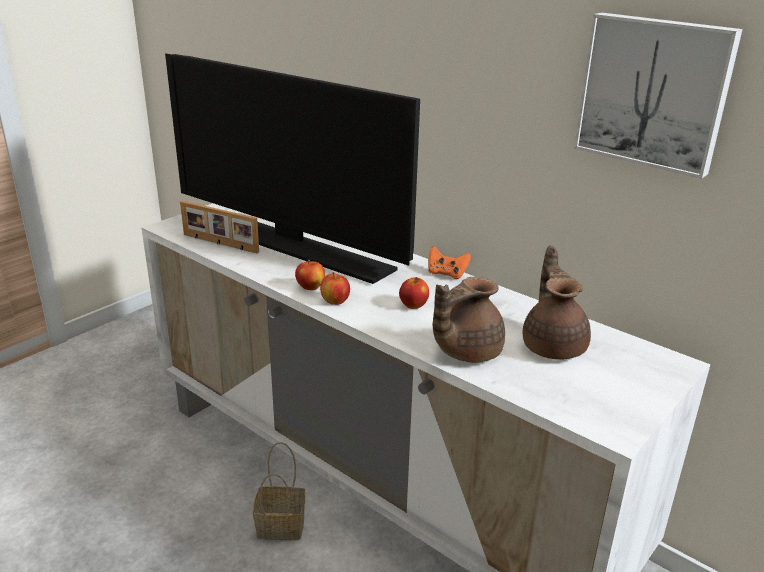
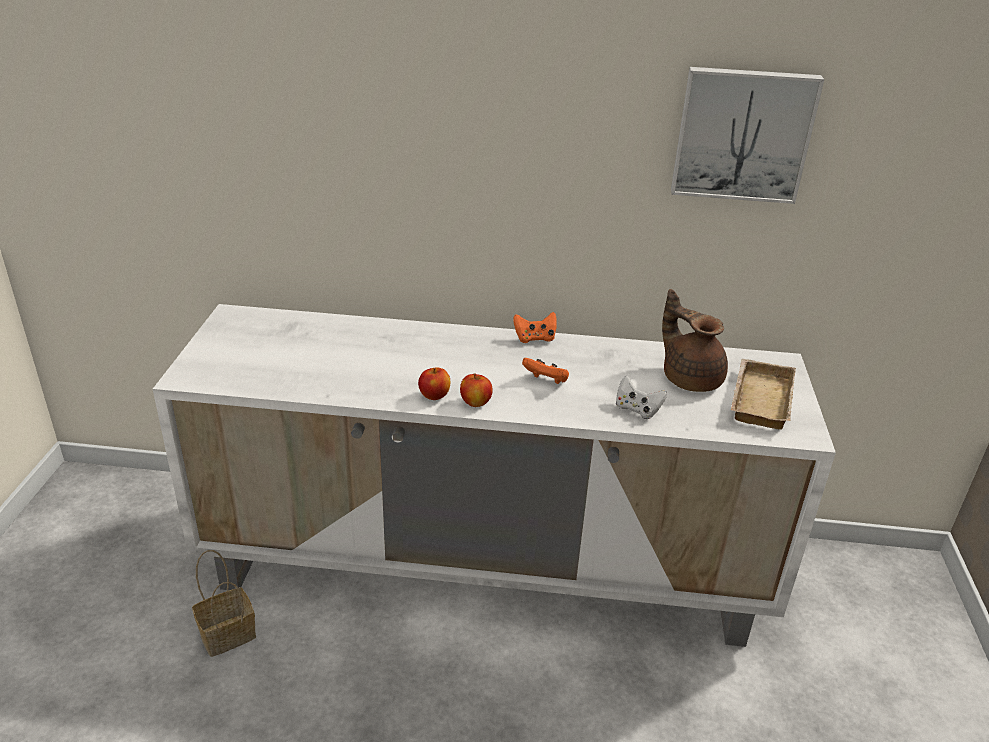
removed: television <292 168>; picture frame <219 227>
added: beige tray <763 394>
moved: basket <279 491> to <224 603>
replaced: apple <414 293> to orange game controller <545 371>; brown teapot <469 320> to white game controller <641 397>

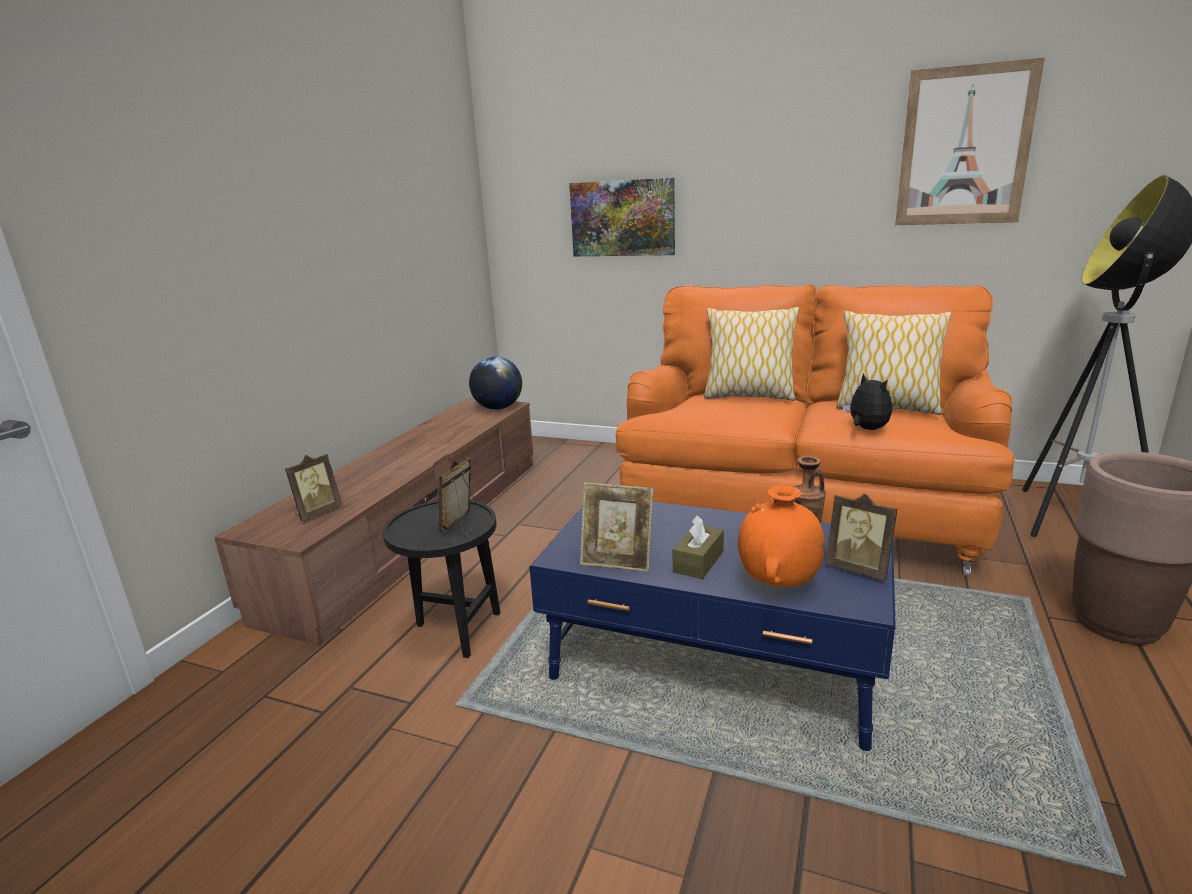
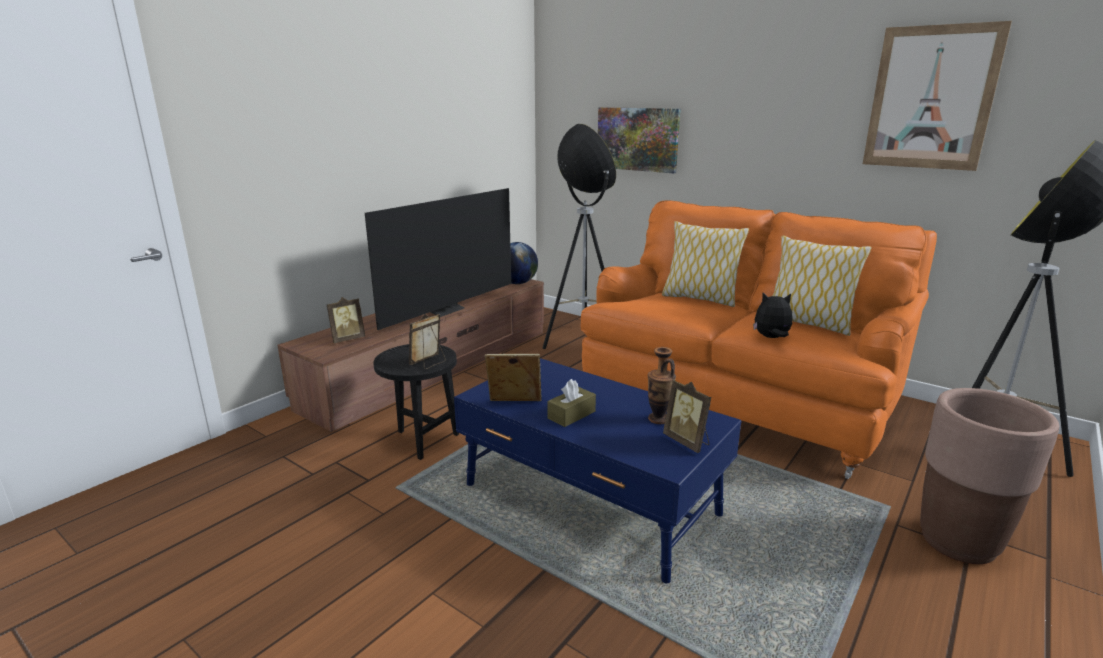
removed: orange vase <781 536>
added: television <438 259>; floor lamp <579 236>
turned: picture frame <617 527> = <513 377> 150 degrees clockwise; plush toy <867 401> = <772 315> 75 degrees counterclockwise

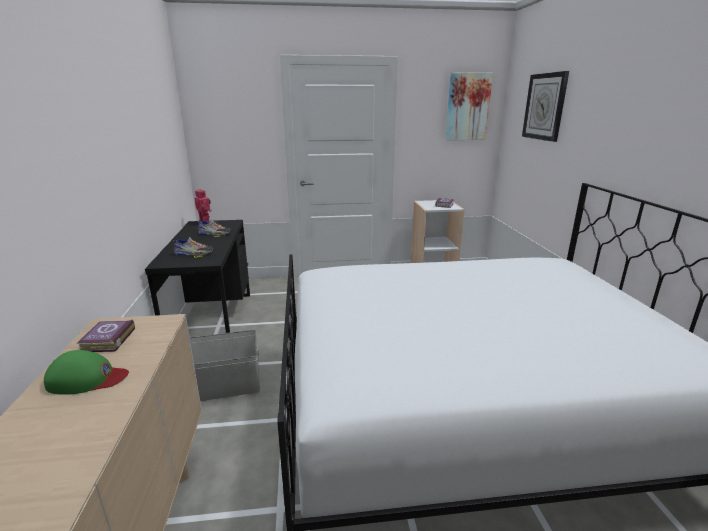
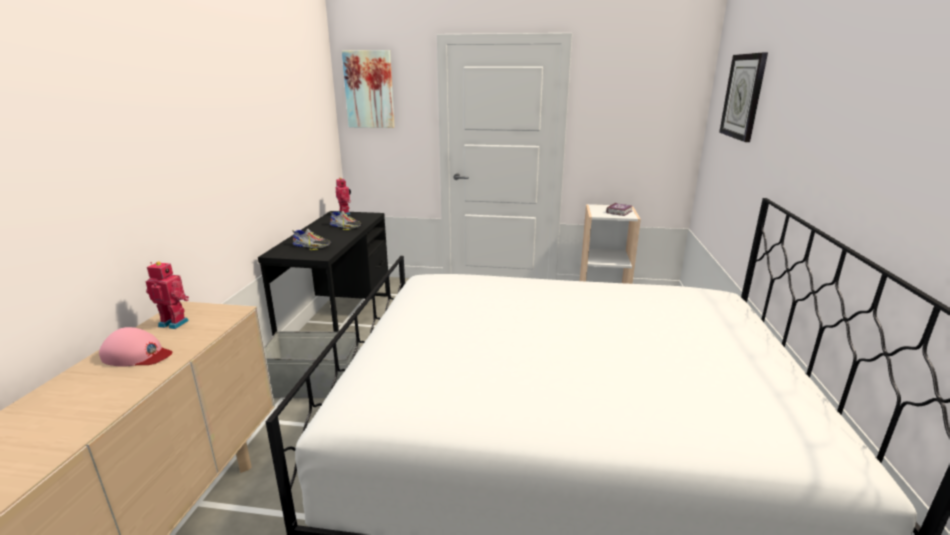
moved: picture <469 106> to <368 89>
replaced: book <105 336> to toy robot <167 295>
recoloured: green cap <86 372> to pink cap <136 347>

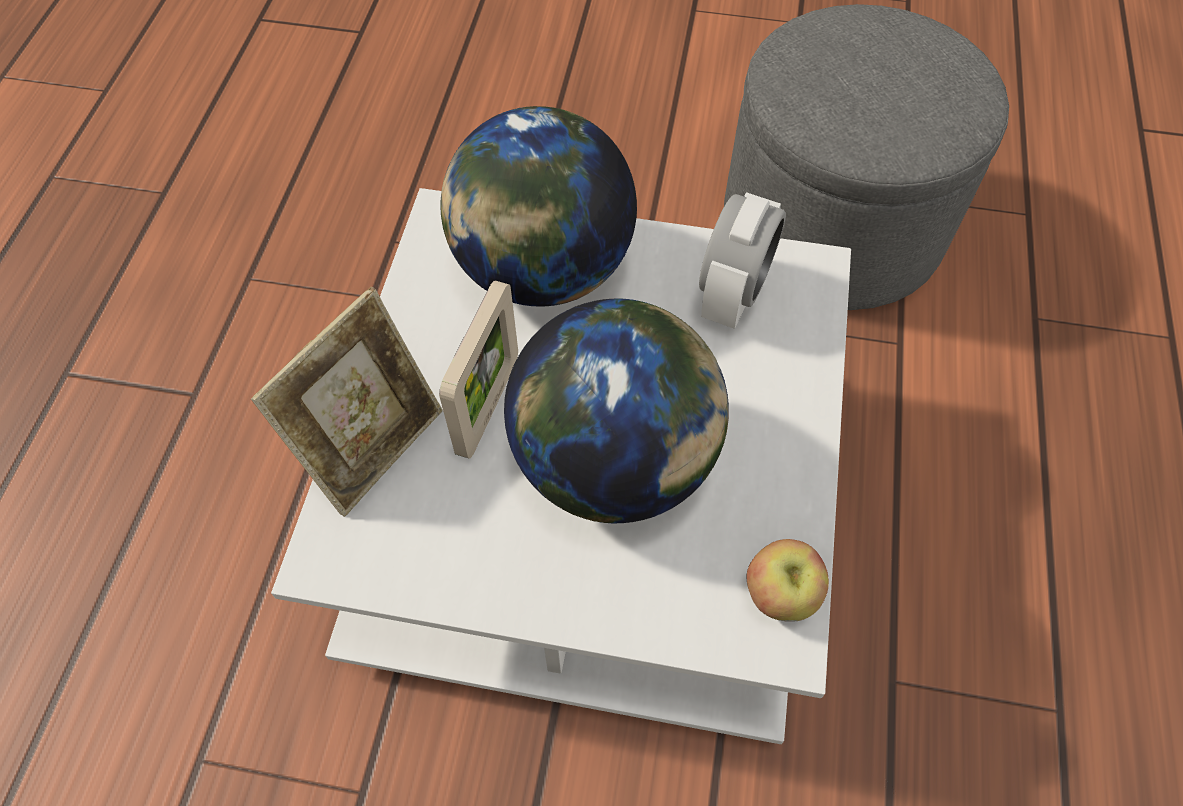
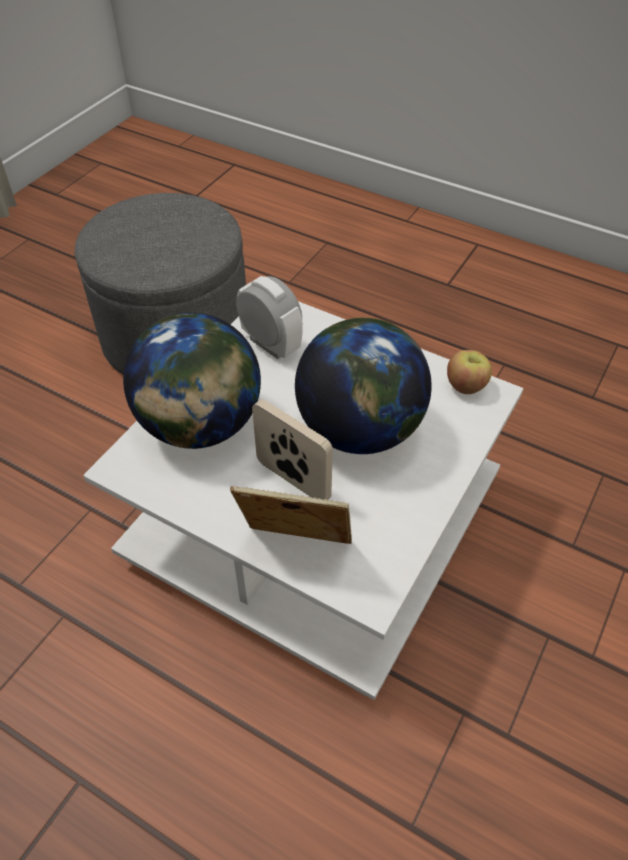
turned: picture frame <347 402> = <291 515> 45 degrees counterclockwise

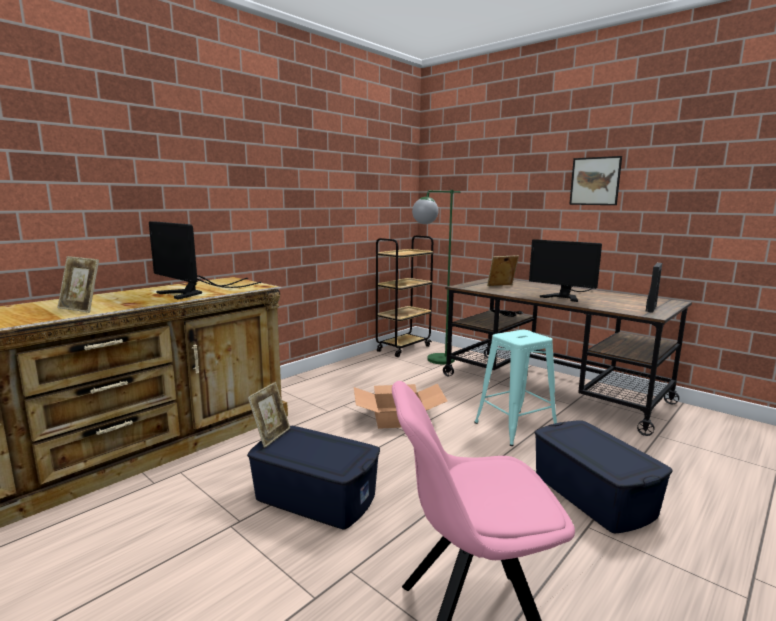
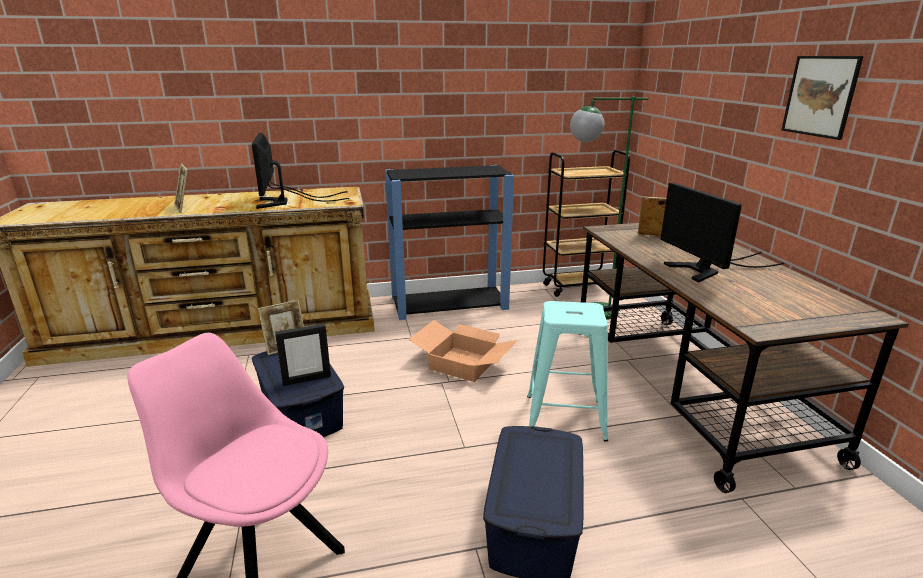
added: black bookcase <449 242>
moved: picture frame <653 288> to <303 355>

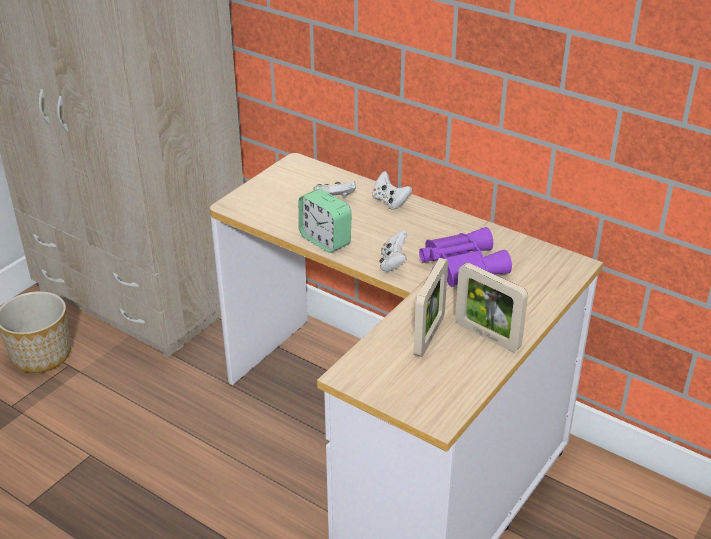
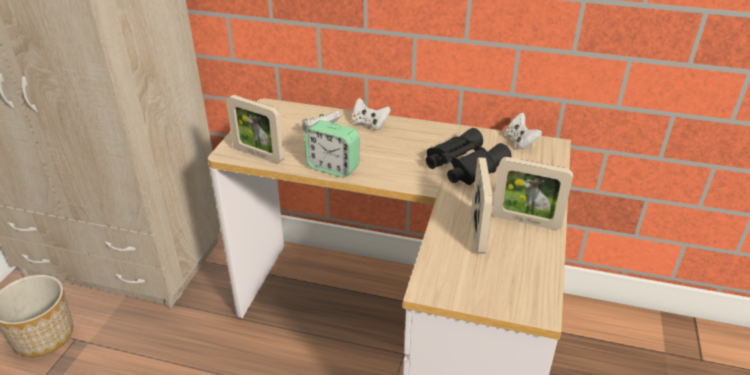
added: picture frame <255 129>
moved: white game controller <393 251> to <523 131>
recoloured: purple binoculars <465 257> to black binoculars <469 156>

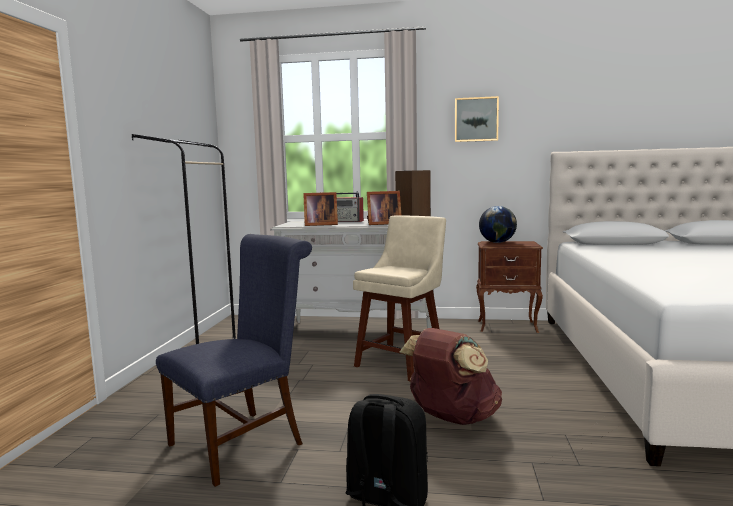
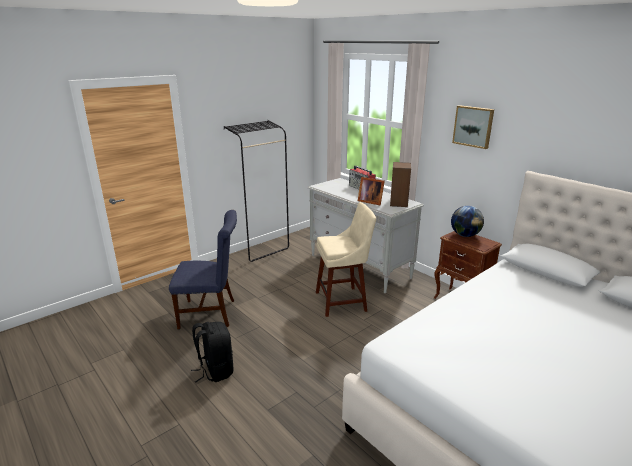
removed: picture frame <320 209>; brown backpack <450 376>

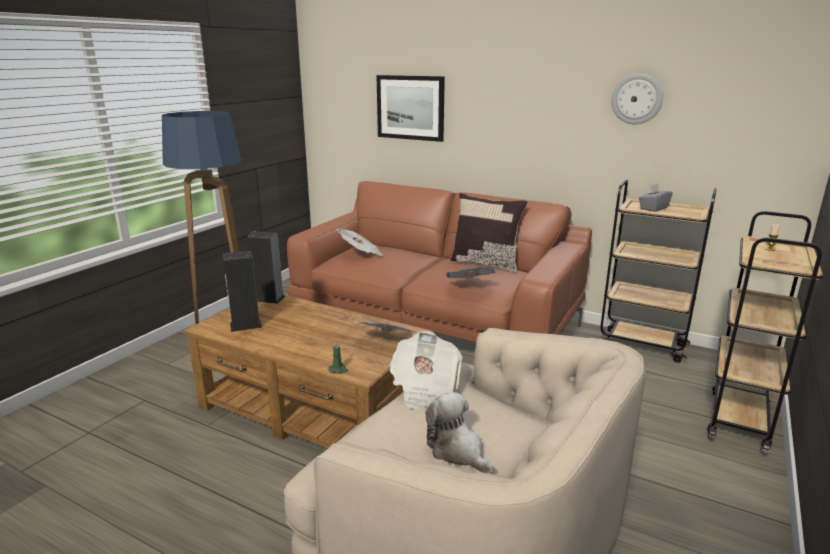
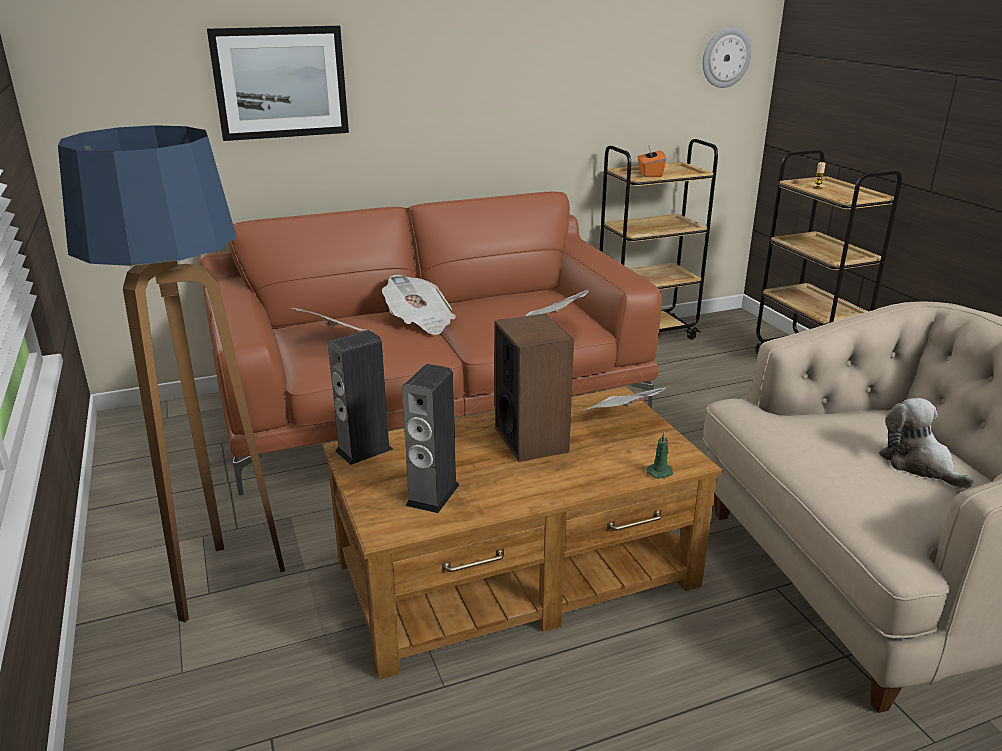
removed: pillow <488 233>
added: speaker <534 387>
moved: newspaper <426 370> to <419 305>; wall clock <637 99> to <727 58>
recoloured: grey tissue box <656 198> to orange tissue box <652 161>
turned: plush toy <459 433> = <926 443> 60 degrees clockwise

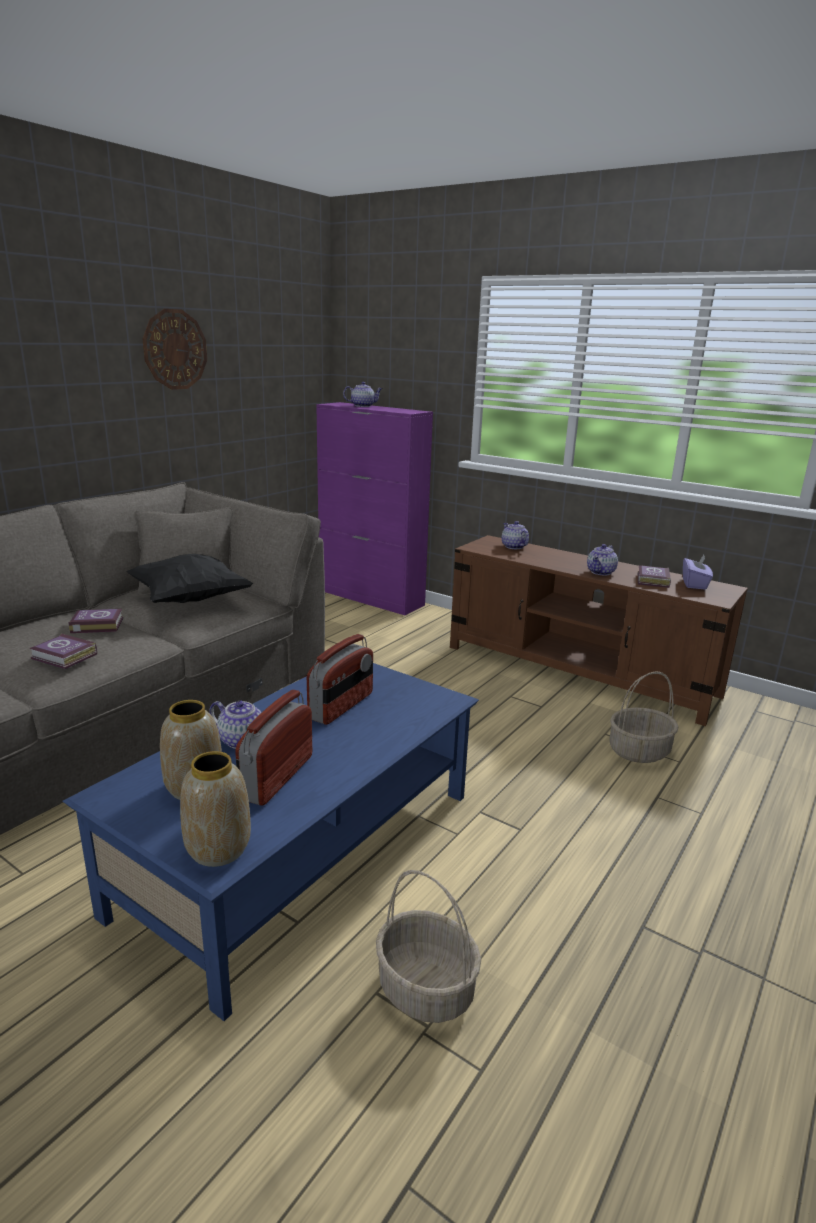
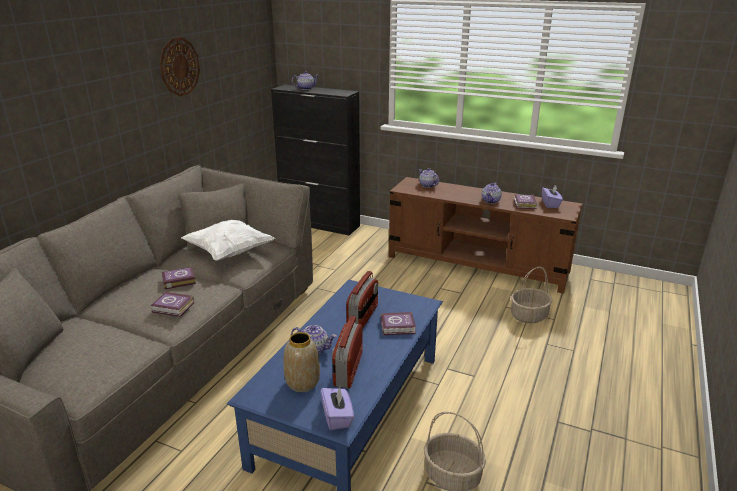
added: book <398 323>
replaced: vase <215 809> to purple tissue box <337 408>
recoloured: black pillow <189 578> to white pillow <228 240>; purple cabinet <374 508> to black cabinet <315 160>

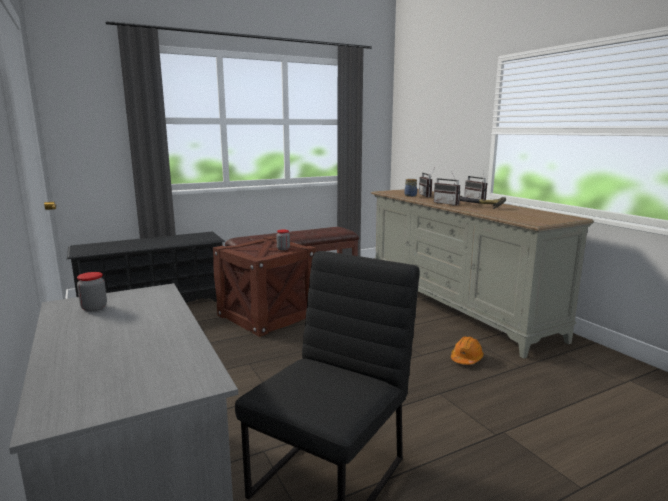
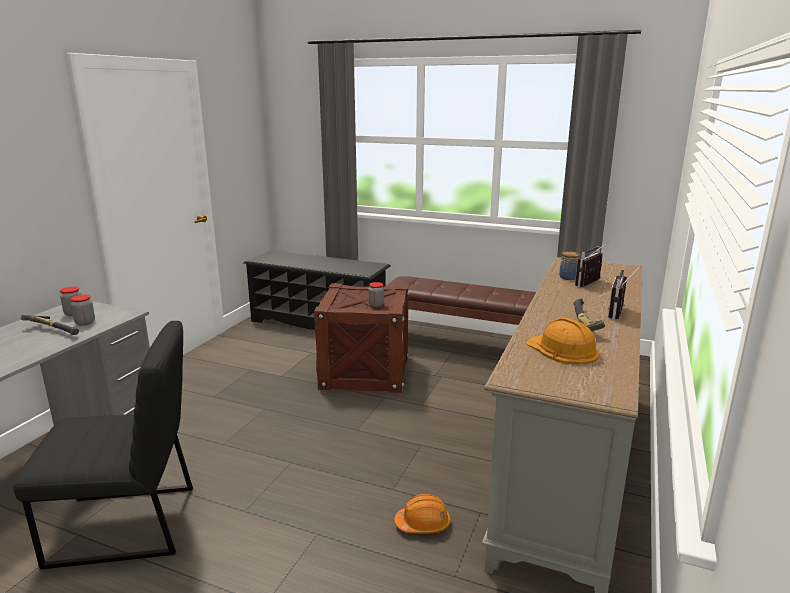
removed: radio <447 188>
added: hammer <50 325>; jar <82 310>; orange hard hat <562 341>

